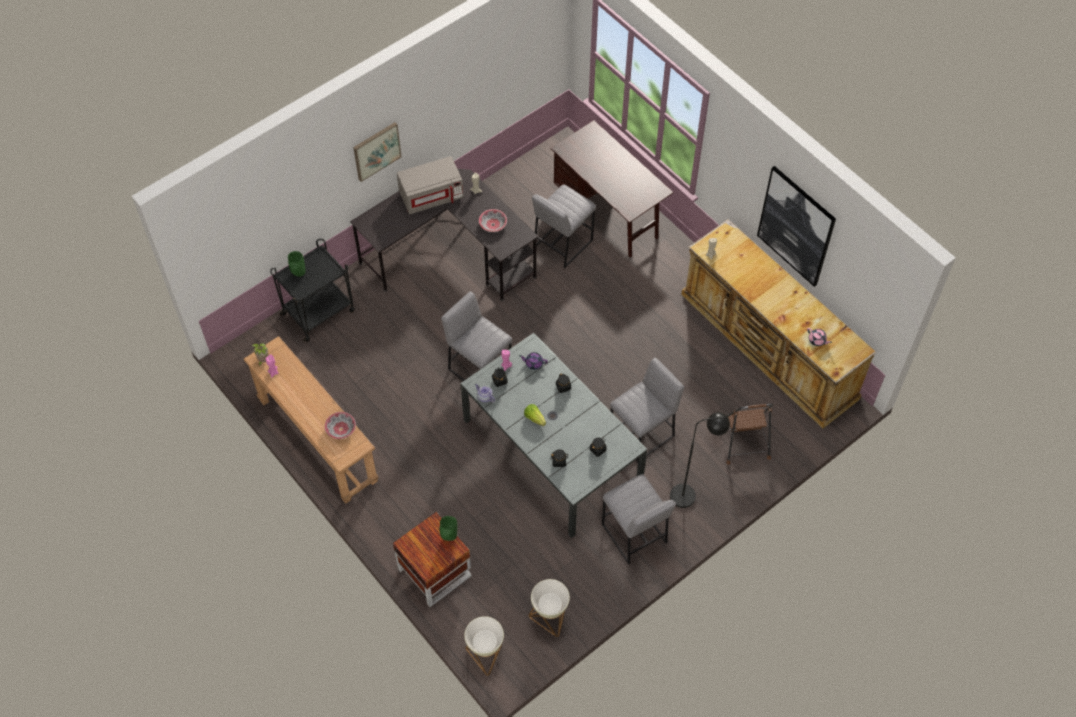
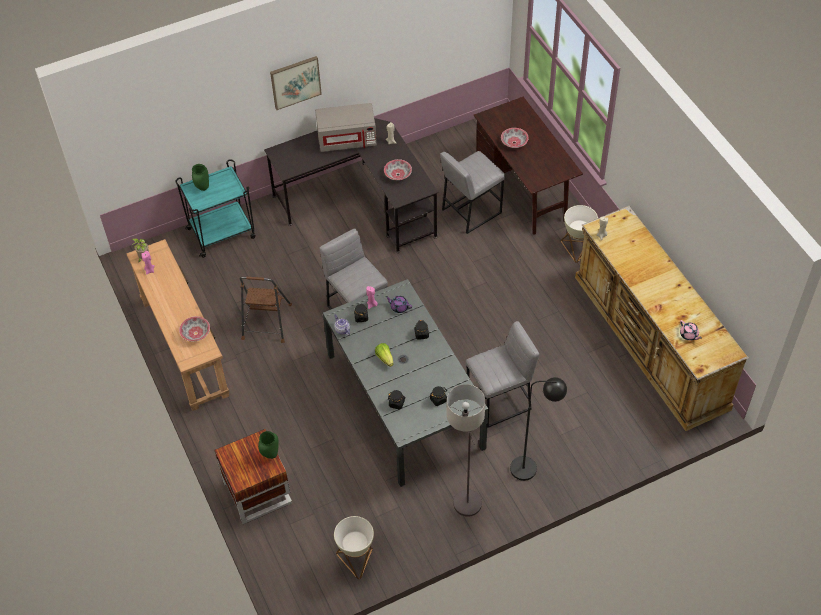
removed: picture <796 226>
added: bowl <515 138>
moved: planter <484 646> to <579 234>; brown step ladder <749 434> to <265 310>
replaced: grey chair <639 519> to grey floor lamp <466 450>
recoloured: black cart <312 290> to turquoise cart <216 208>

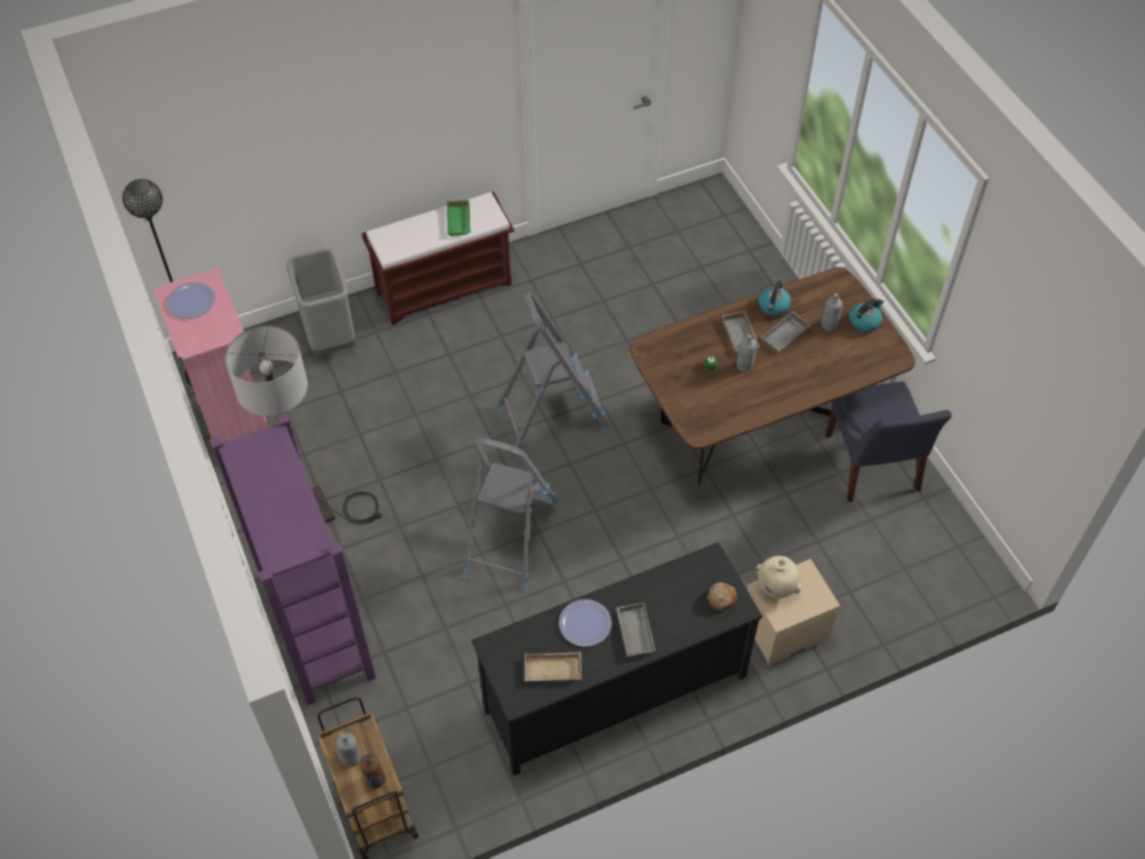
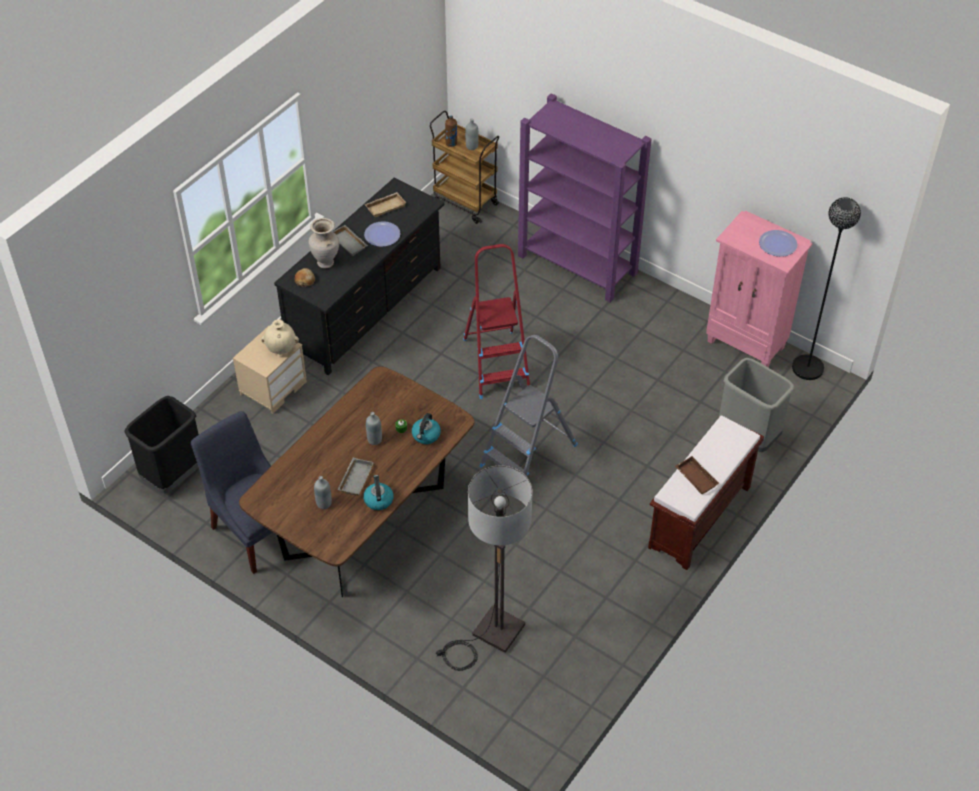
removed: grey tray <741 332>
added: black trash can <161 445>; beige vase <323 243>
moved: floor lamp <303 425> to <484 568>; kettle <866 315> to <426 428>
recoloured: green tray <458 218> to brown tray <697 475>; grey step ladder <511 513> to red step ladder <496 321>

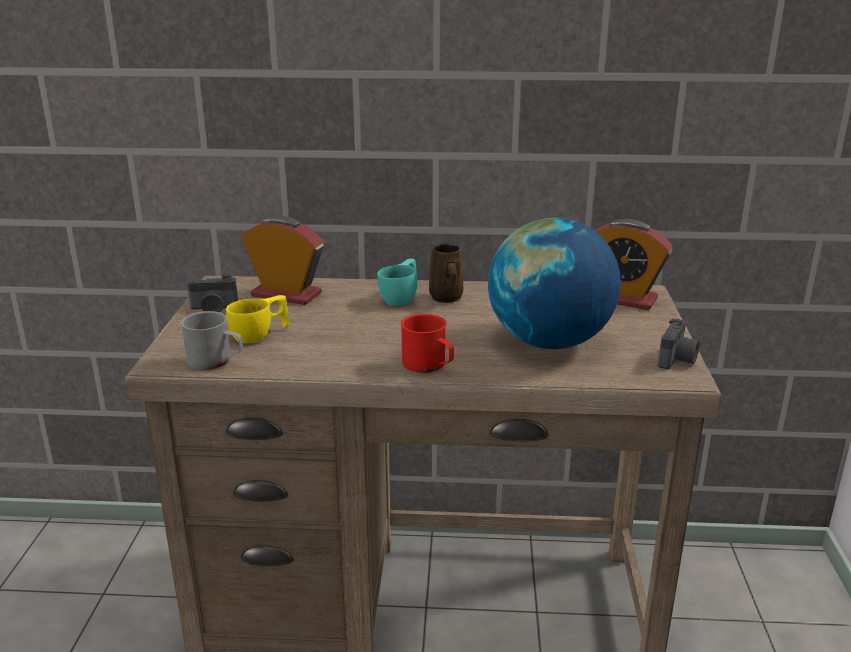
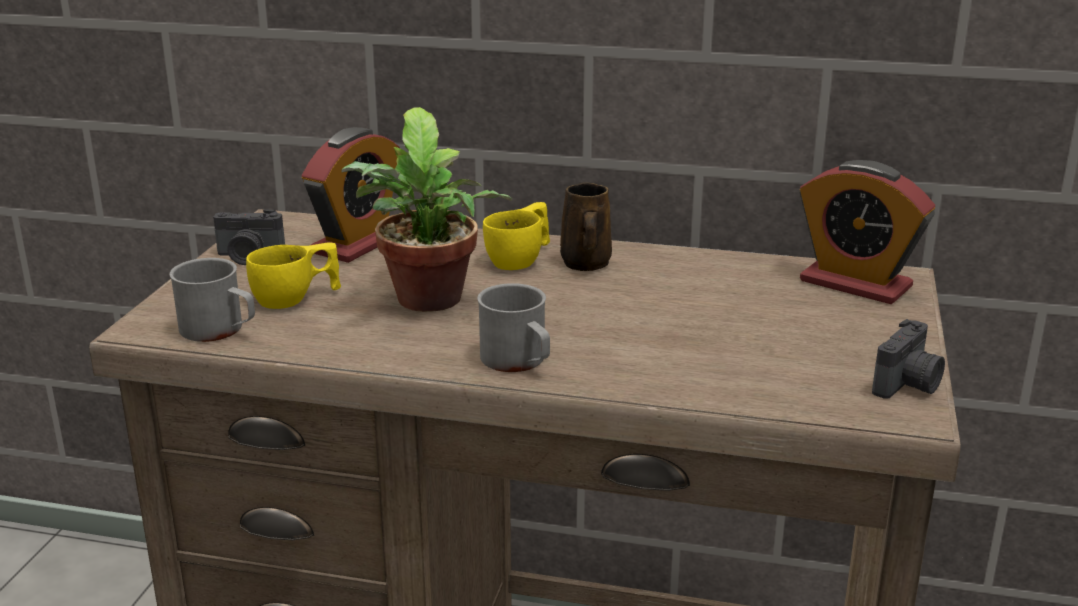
removed: globe <554 283>
added: potted plant <426 209>
recoloured: turquoise cup <397 282> to yellow cup <516 236>; red mug <427 343> to grey mug <513 327>
turned: alarm clock <283 260> = <351 195> 90 degrees clockwise

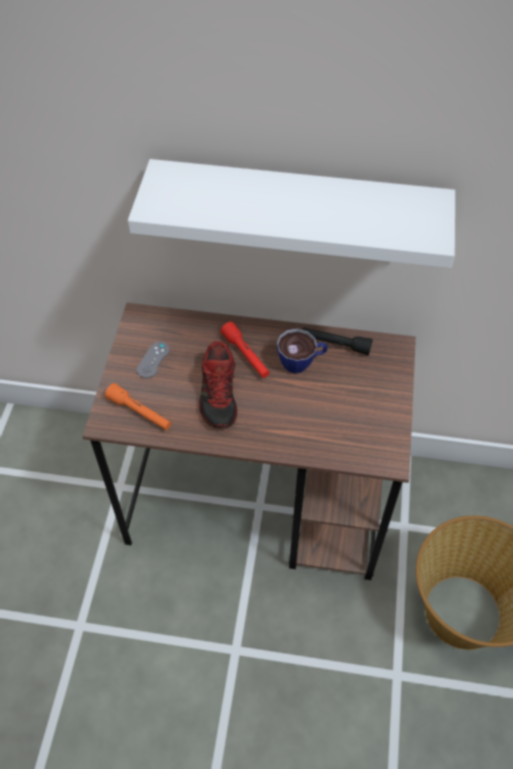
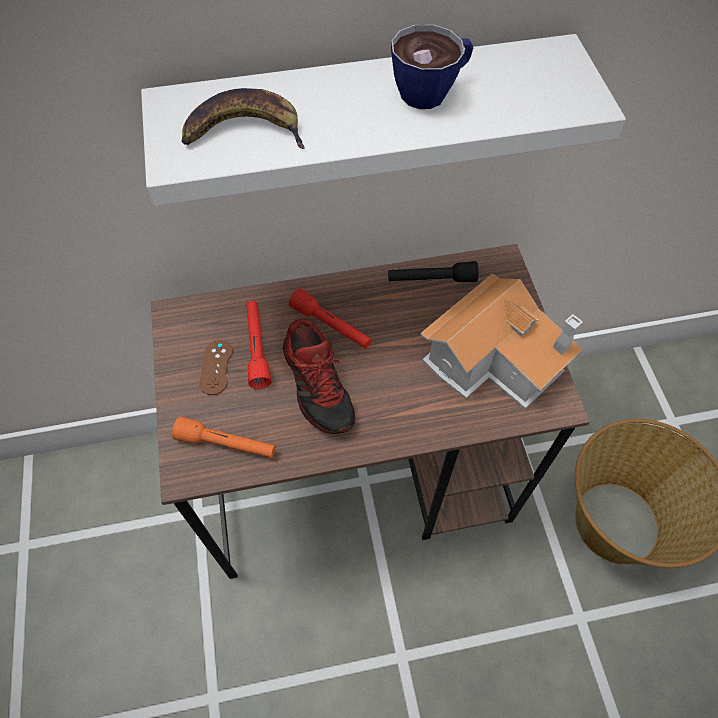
added: banana <243 118>; red flashlight <259 345>; toy house <501 341>
moved: cup <302 351> to <432 66>
recoloured: grey game controller <153 360> to brown game controller <216 367>

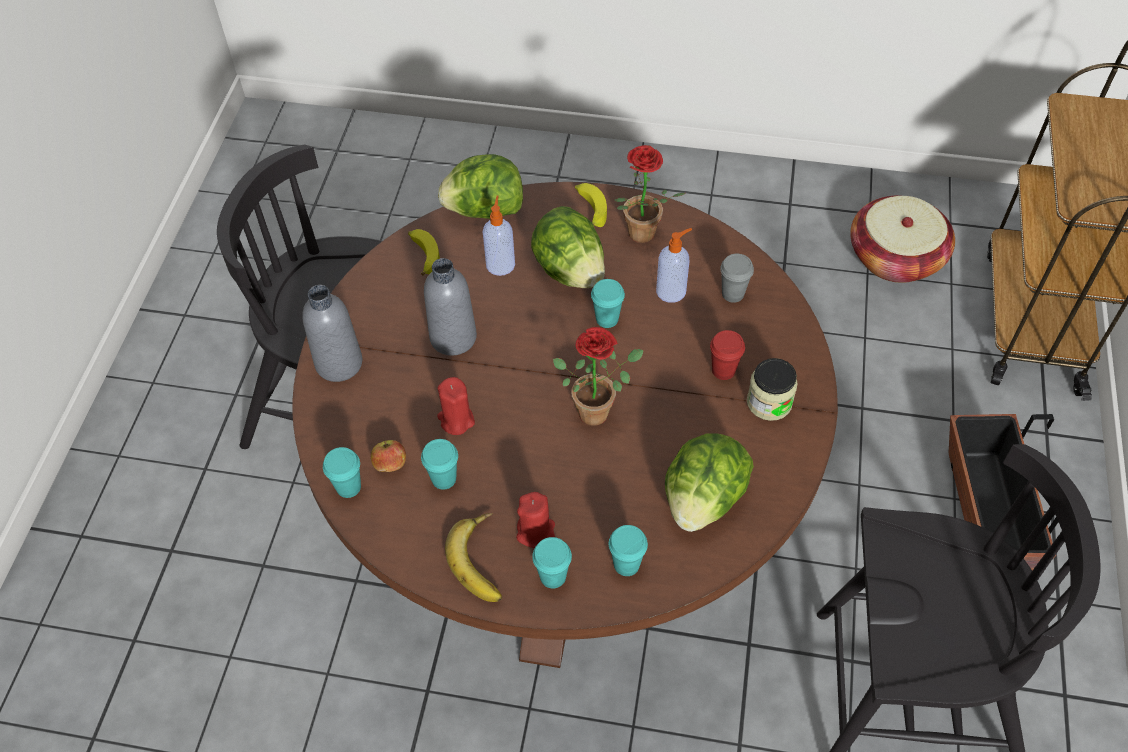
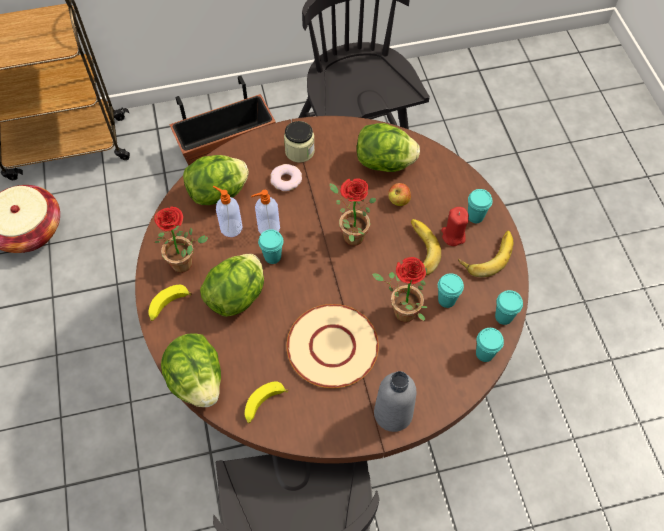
added: banana <426 247>
moved: apple <388 456> to <399 194>; soap dispenser <499 236> to <265 212>; turquoise cup <628 550> to <509 307>
replaced: grey bottle <450 307> to beige plate <333 346>; red candle <456 406> to potted plant <399 289>; red cup <727 355> to donut <286 177>; grey cup <737 278> to lettuce <216 180>

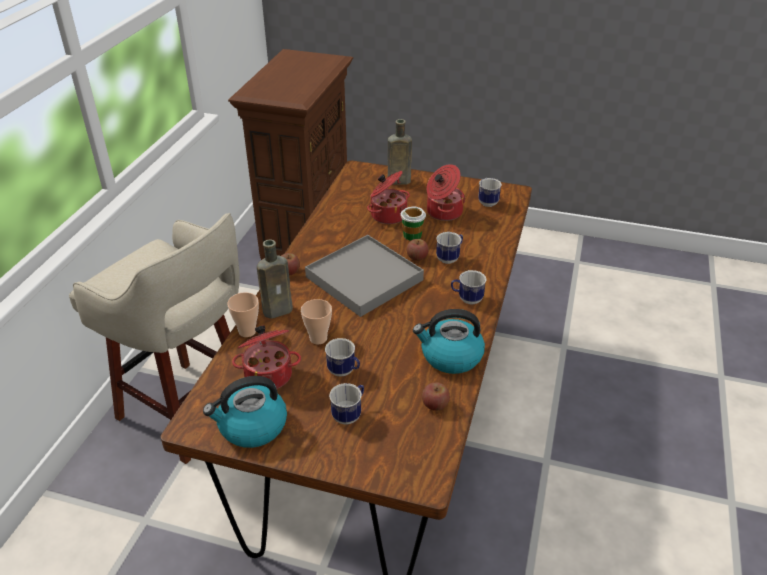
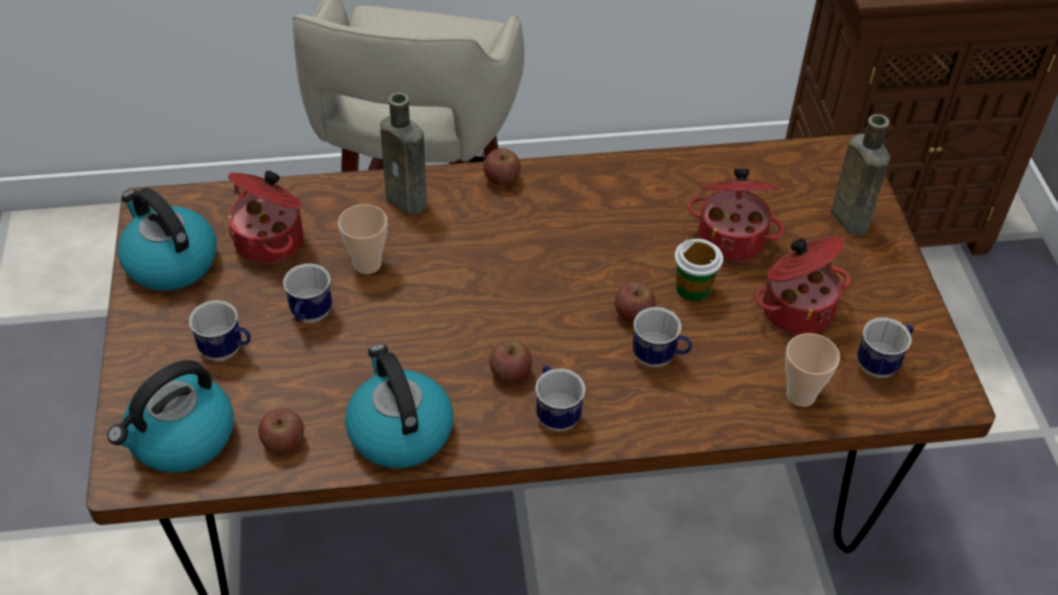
removed: grey tray <364 276>
added: kettle <170 416>; apple <510 361>
moved: cup <243 314> to <812 370>

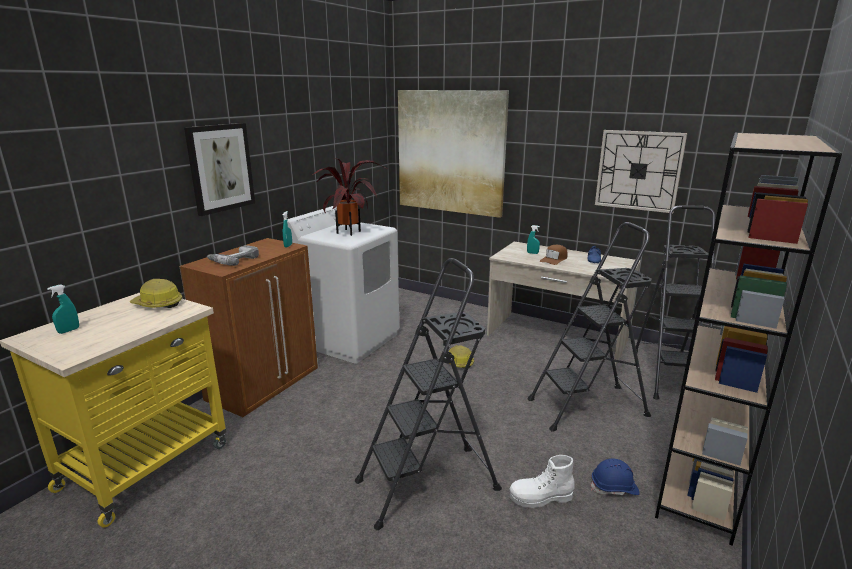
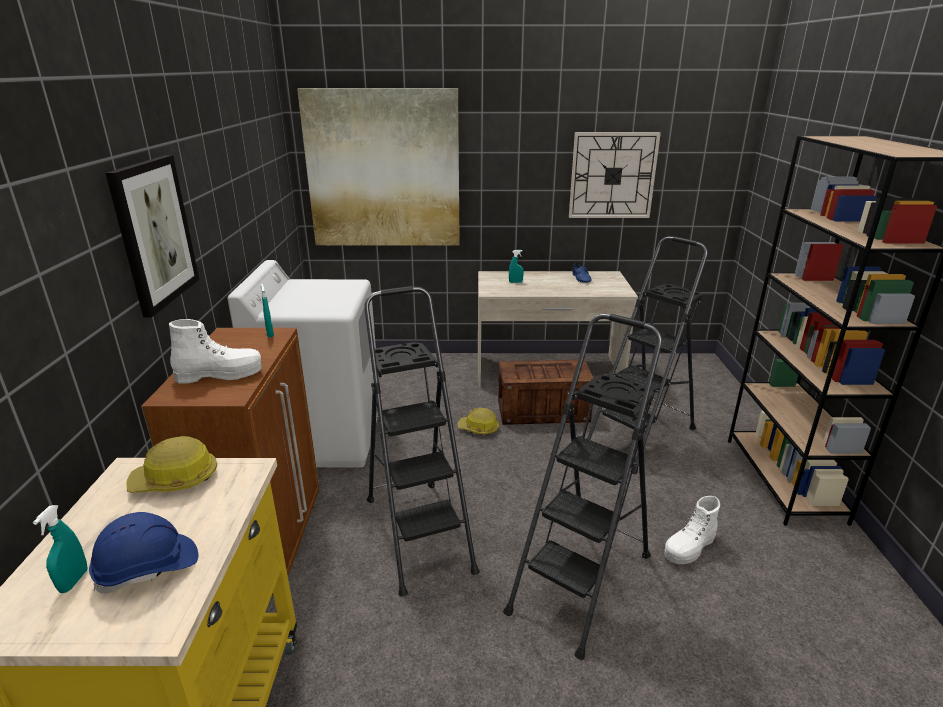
removed: potted plant <349 197>; brown cap <554 255>
added: crate <546 392>
moved: blue hard hat <615 476> to <143 553>; step ladder <675 302> to <422 441>
replaced: power drill <233 255> to white boot <215 351>

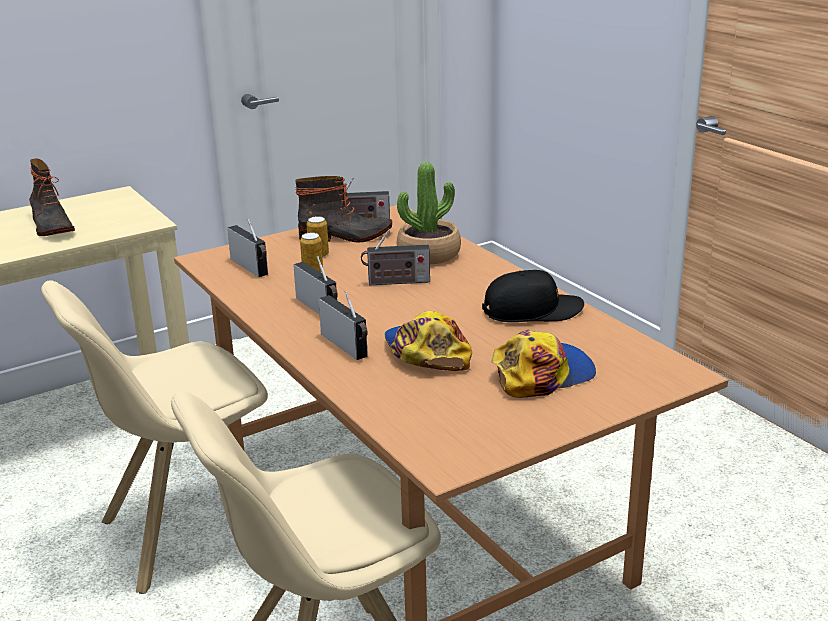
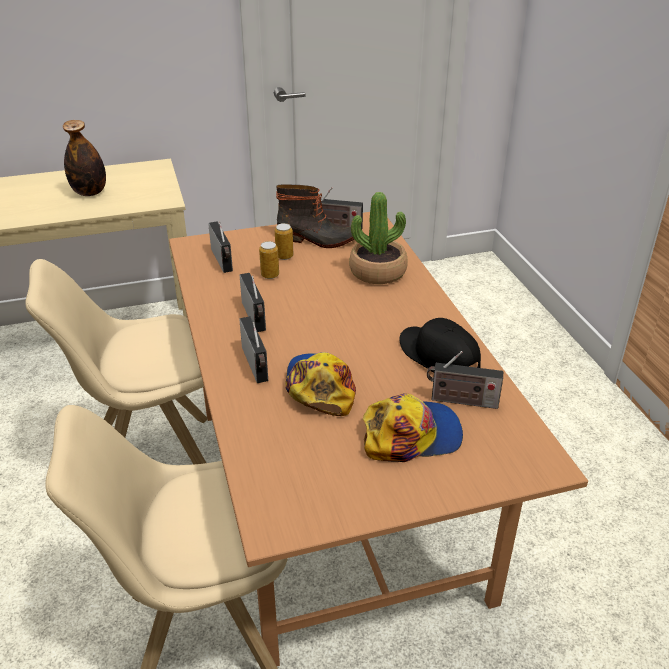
moved: radio <395 257> to <465 380>
replaced: boot <52 197> to bottle <84 158>
turned: black cap <533 296> = <440 345> 135 degrees counterclockwise

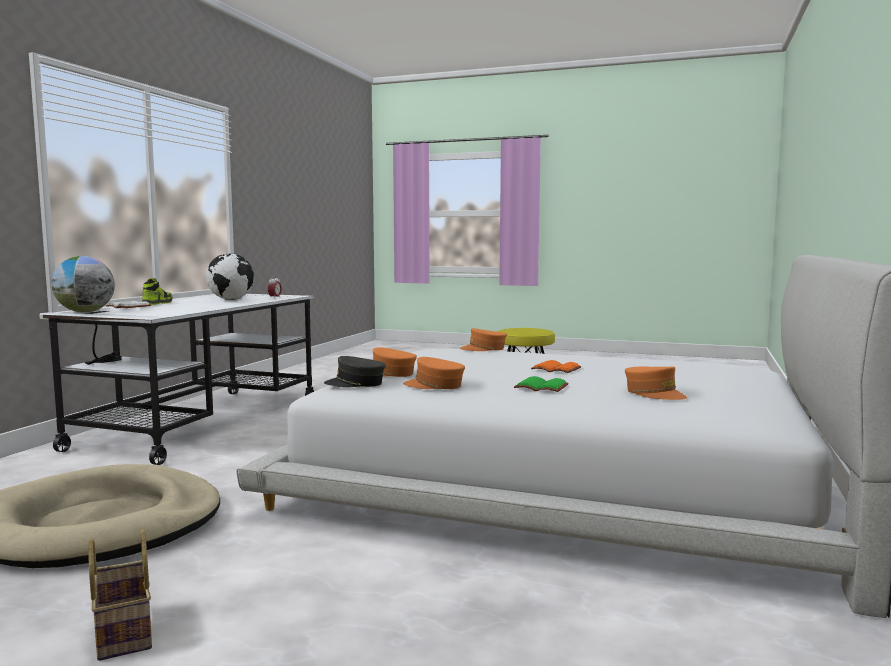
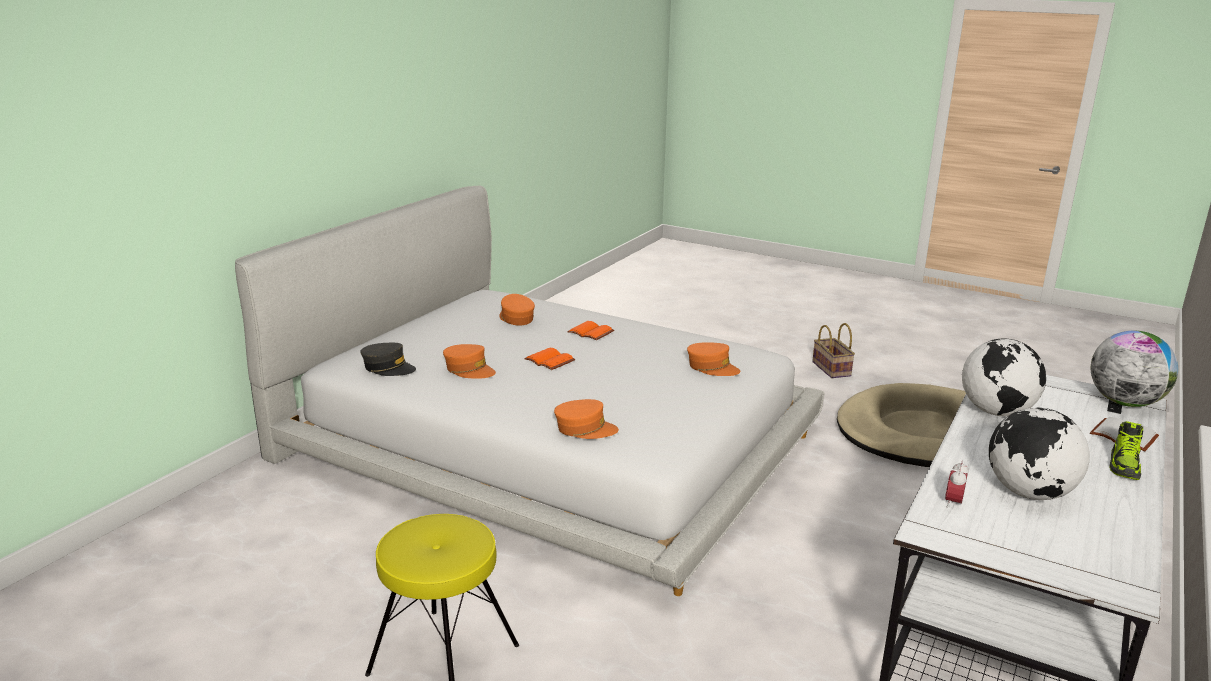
added: globe <1004 377>
moved: grey cap <355 371> to <388 359>; orange cap <434 373> to <469 361>
recoloured: green book <541 384> to orange book <590 330>

